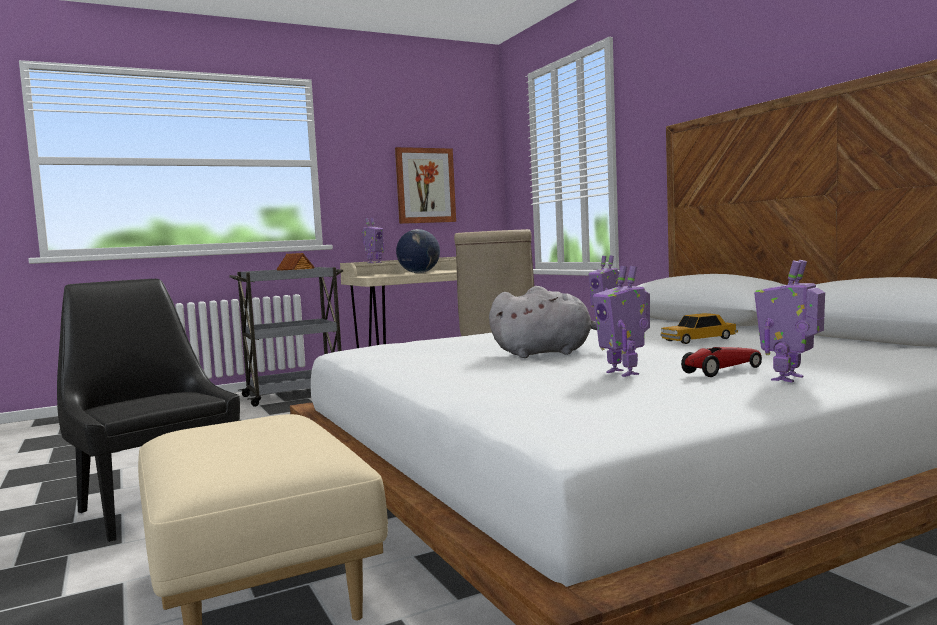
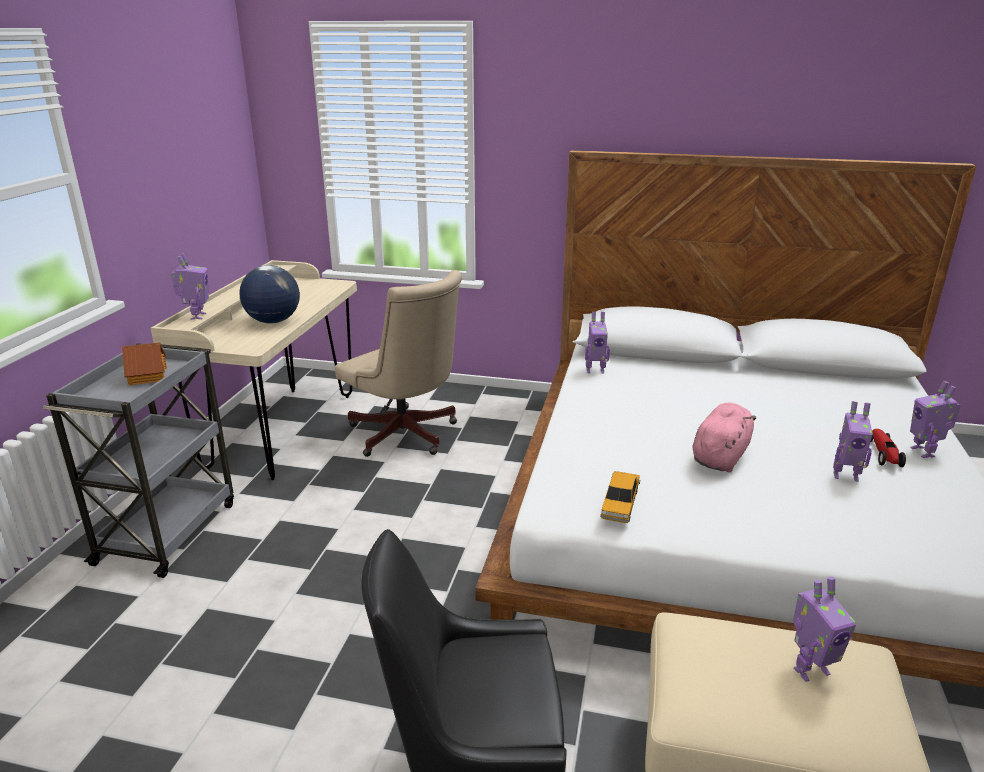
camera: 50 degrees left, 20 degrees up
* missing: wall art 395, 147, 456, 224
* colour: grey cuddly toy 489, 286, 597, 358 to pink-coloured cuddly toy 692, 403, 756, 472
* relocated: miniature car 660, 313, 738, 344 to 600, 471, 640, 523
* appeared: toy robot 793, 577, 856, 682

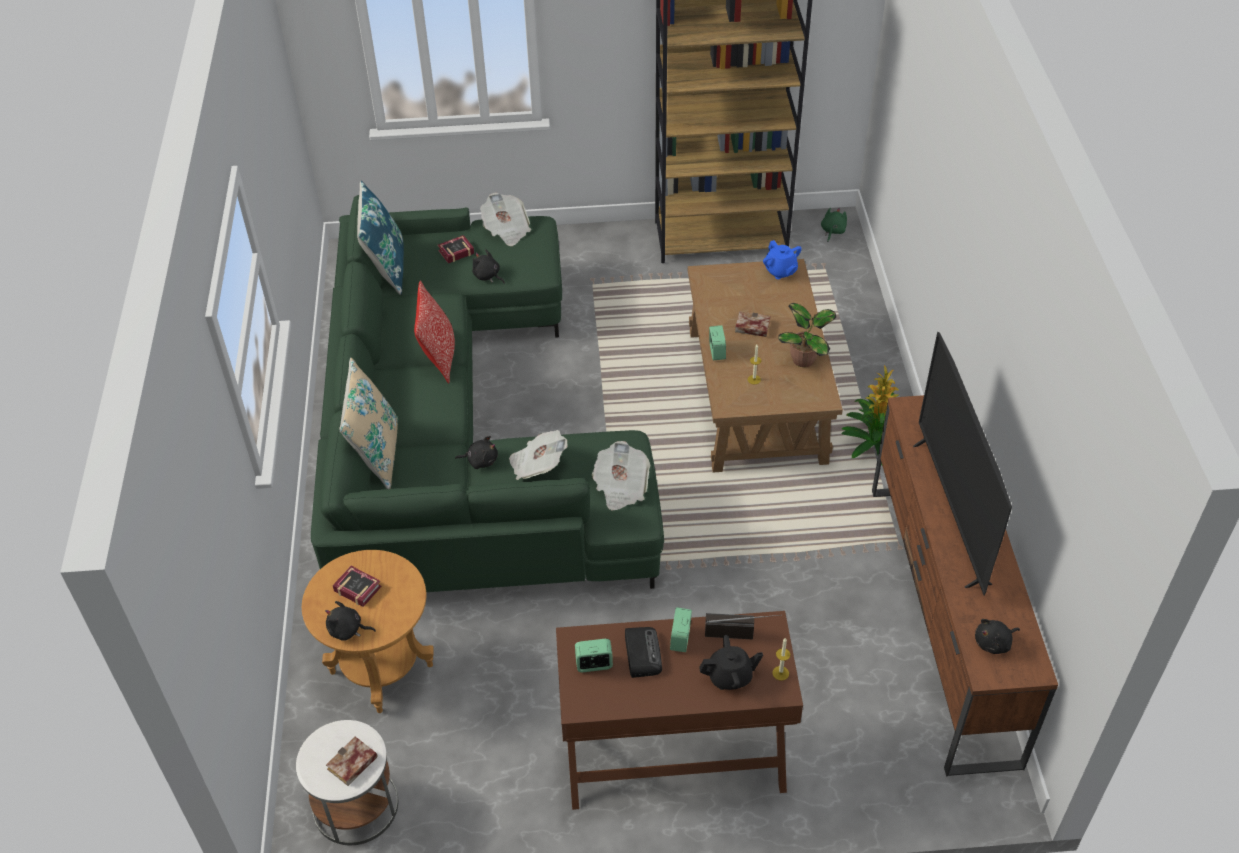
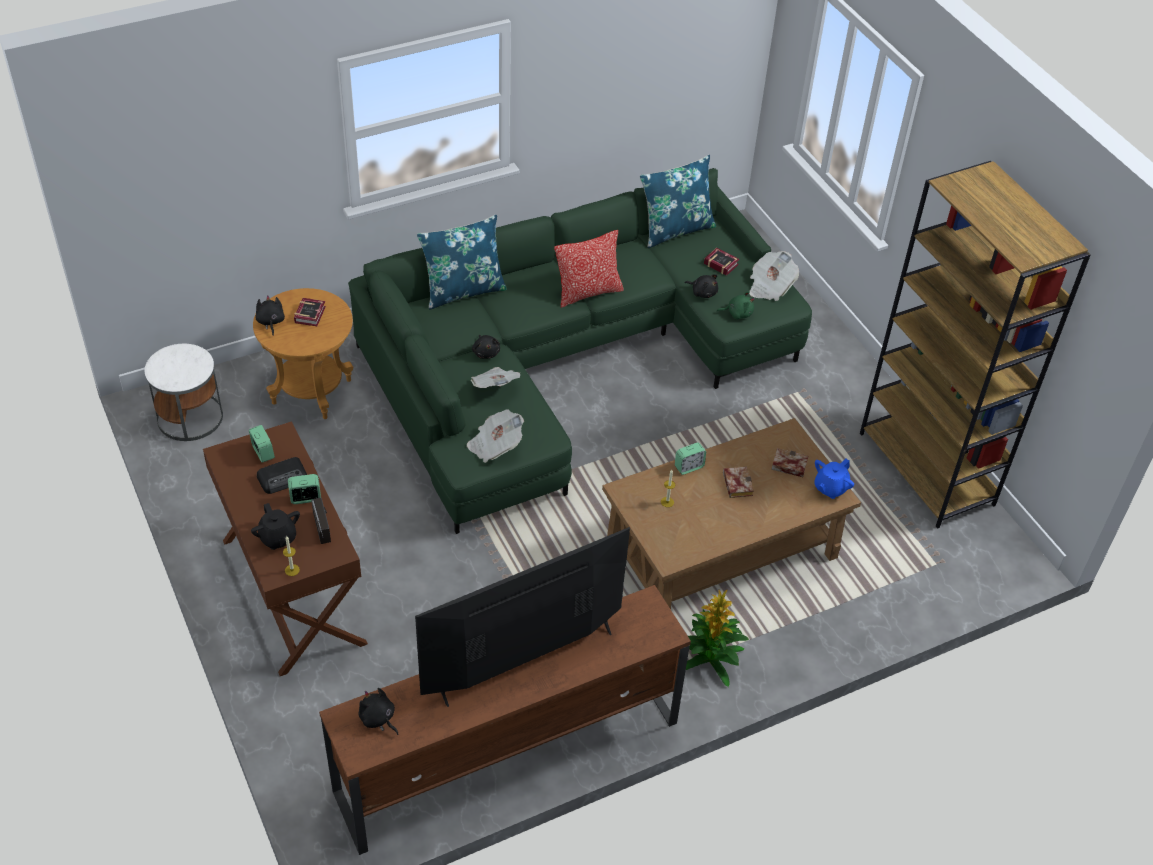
camera: 65 degrees right, 0 degrees up
* relocated: greenish cuddly toy 821, 208, 847, 242 to 717, 291, 755, 319
* spun: black cuddly toy 472, 250, 505, 284 = 685, 274, 718, 298 105 degrees clockwise
* missing: houseplant 778, 303, 836, 367
* colour: sand-coloured cushion 339, 358, 398, 489 to bluish cushion 417, 215, 507, 310
* relocated: book 326, 737, 377, 786 to 771, 448, 808, 477

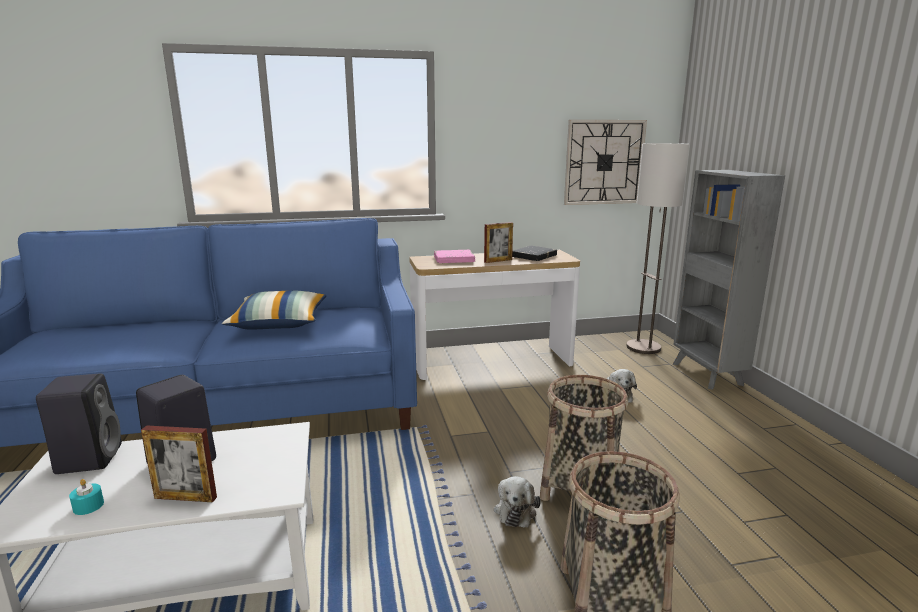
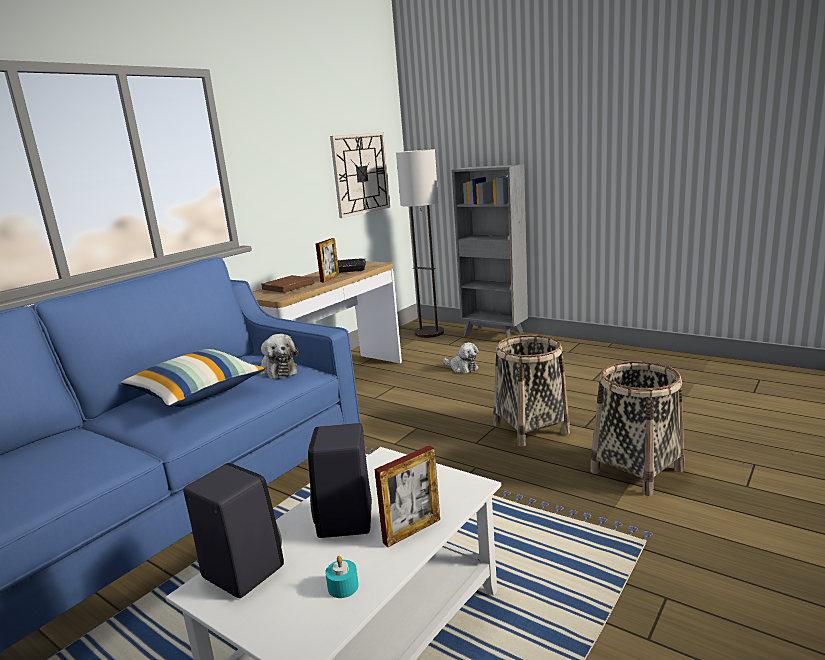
camera: 40 degrees left, 0 degrees up
* colour: pink-coloured book 434, 250, 475, 263 to brownish book 261, 275, 315, 293
* relocated: cuddly toy 494, 476, 541, 528 to 260, 334, 300, 379

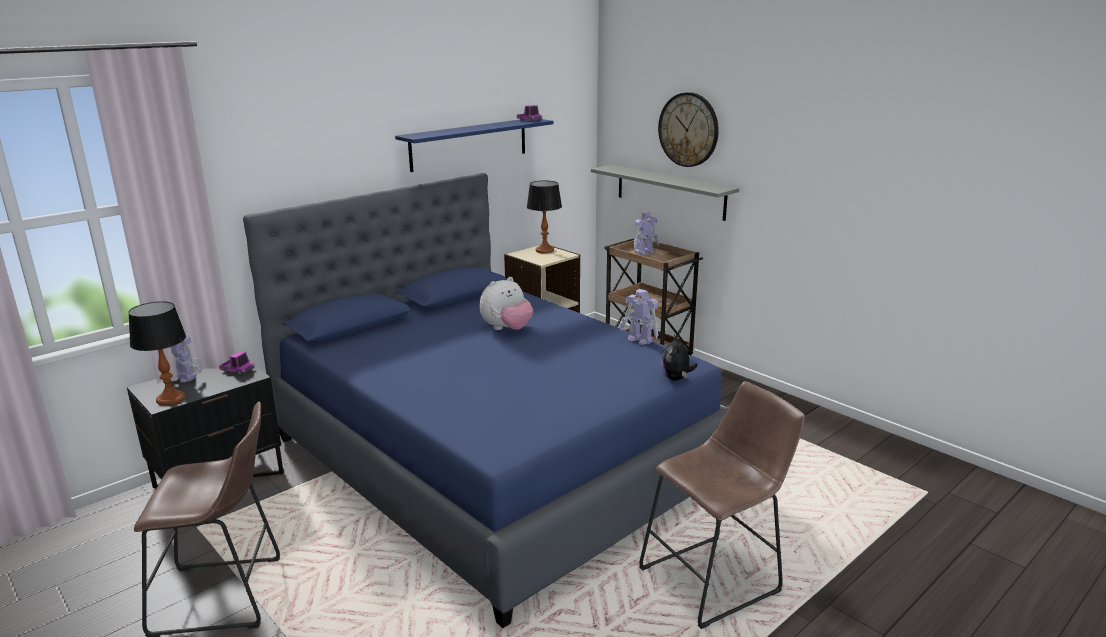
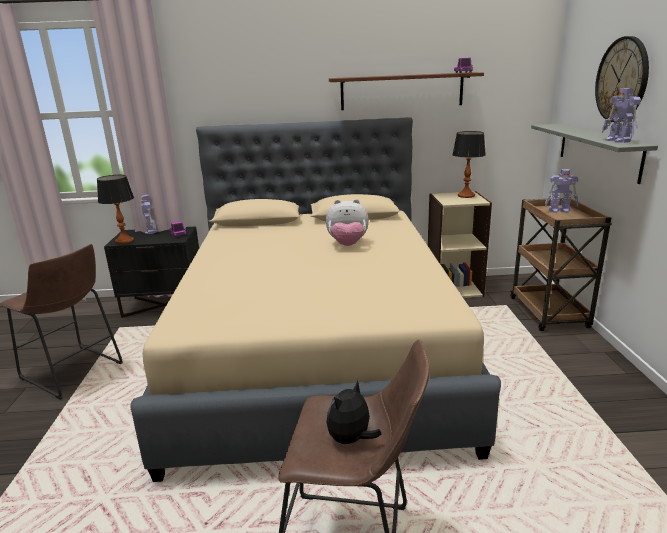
camera: 40 degrees right, 0 degrees up
* colour: bluish shelf 395, 119, 553, 172 to brownish shelf 329, 72, 484, 110
* colour: bluish sleeping bed 243, 173, 729, 628 to sand-coloured sleeping bed 130, 117, 501, 482
* relocated: toy robot 620, 289, 659, 345 to 602, 88, 641, 143
* relocated: cuddly toy 661, 334, 697, 381 to 326, 380, 382, 444

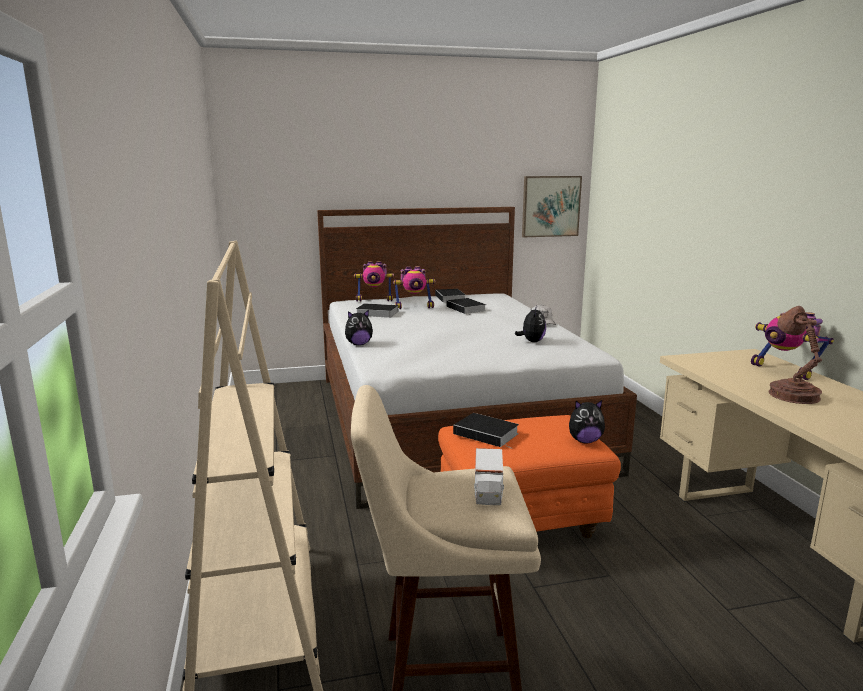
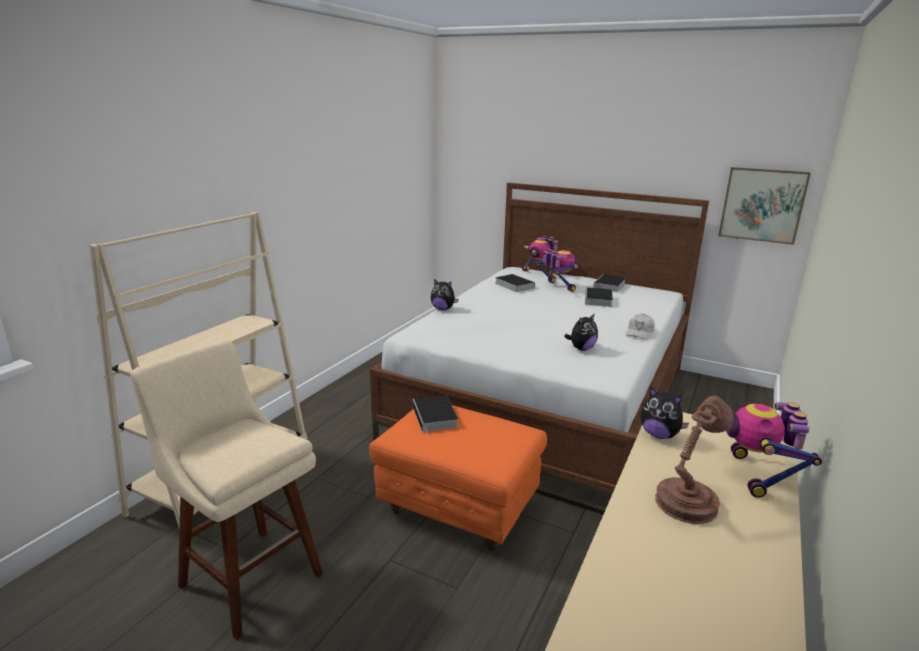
camera: 40 degrees right, 5 degrees up
* spun: toy robot 393, 266, 435, 309 = 534, 249, 578, 292 150 degrees counterclockwise
* relocated: cuddly toy 569, 400, 605, 443 to 640, 386, 689, 439
* missing: toy lorry 474, 448, 504, 505

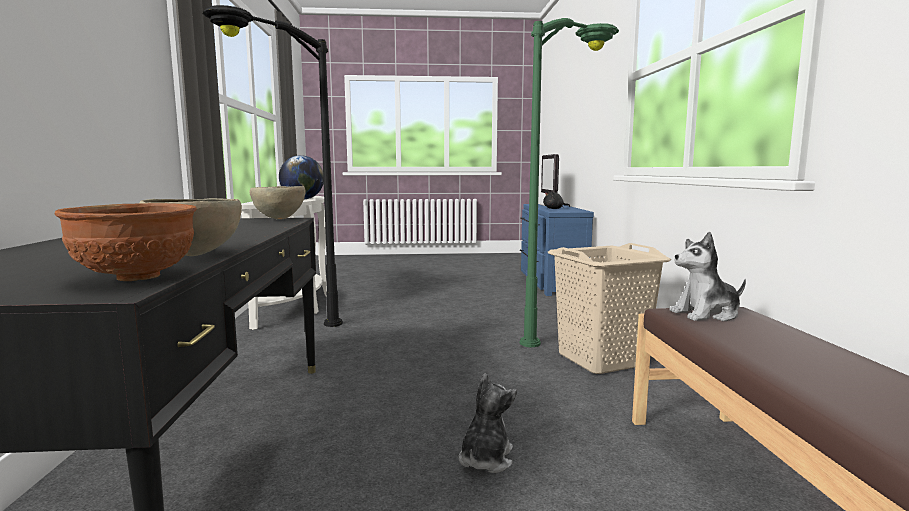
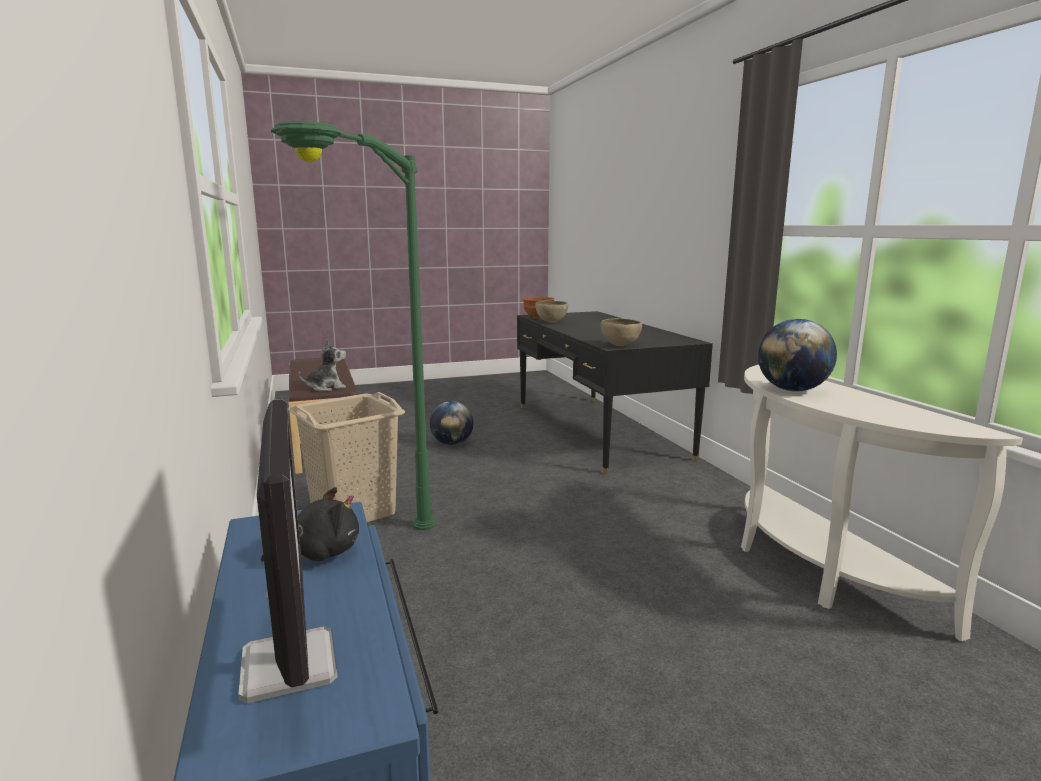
camera: 165 degrees right, 5 degrees up
* missing: black floor lamp 203, 5, 343, 327
* exchanged: cuddly toy 459, 373, 517, 473 to globe 430, 401, 474, 445

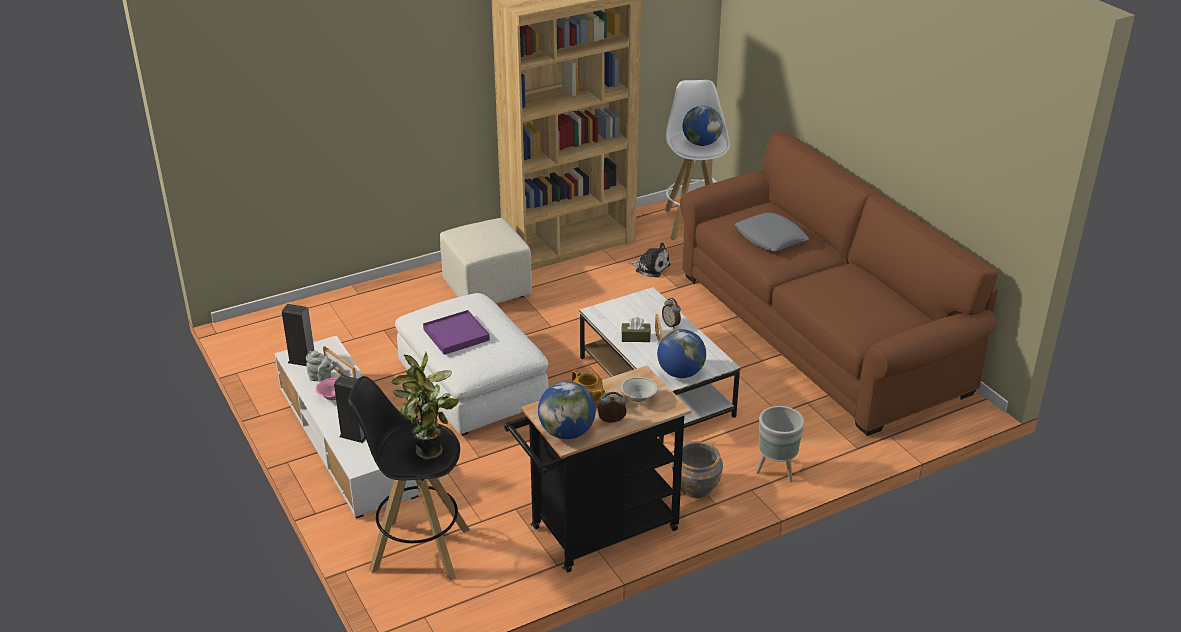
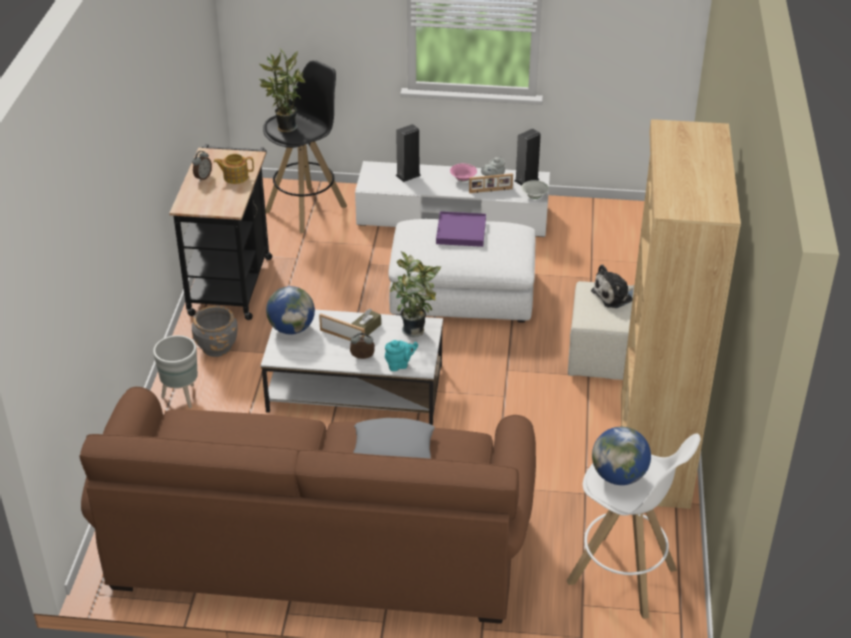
camera: 125 degrees right, 5 degrees up
* relocated: cuddly toy 628, 243, 670, 277 to 591, 264, 634, 308
* relocated: whitish bowl 621, 377, 658, 402 to 521, 180, 549, 199
* missing: globe 538, 381, 596, 439
* appeared: houseplant 390, 251, 441, 337
* appeared: turquoise-coloured teapot 385, 340, 418, 371

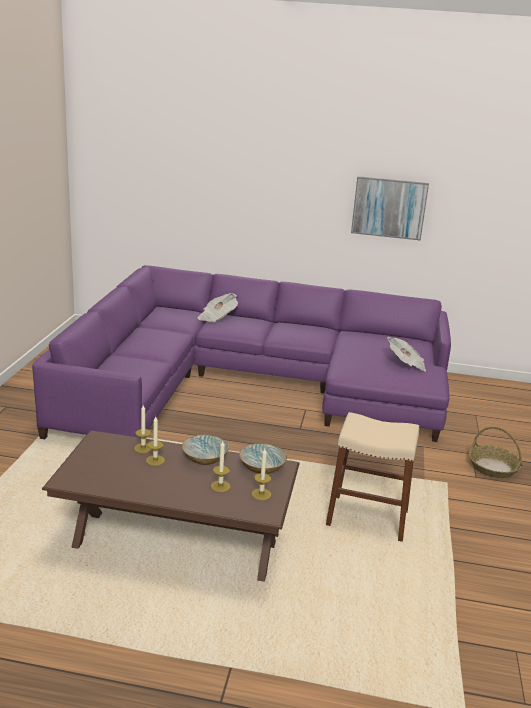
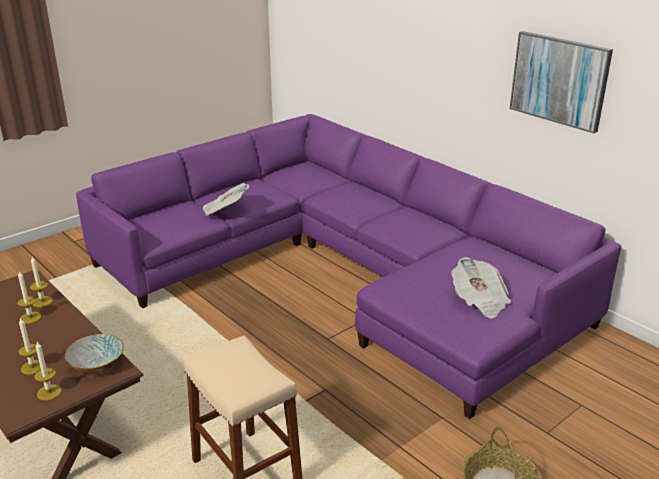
camera: 40 degrees right, 5 degrees up
* relocated: daily paper 197, 293, 238, 322 to 203, 183, 249, 216
* missing: bowl 182, 435, 229, 465

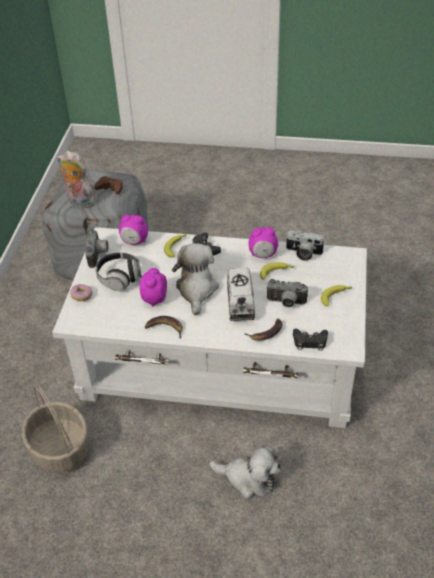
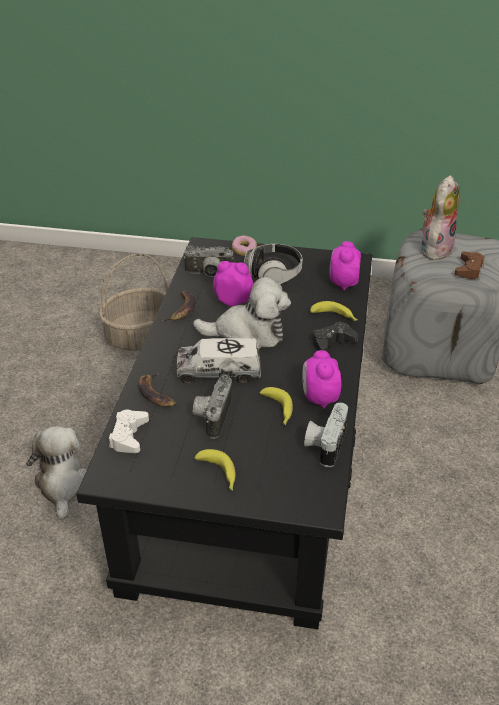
camera: 90 degrees right, 5 degrees down
* colour: whitish coffee table 52, 227, 367, 428 to black coffee table 76, 237, 372, 629
* relocated: photo camera 85, 230, 108, 268 to 183, 245, 234, 277
* colour: black joypad 293, 329, 328, 351 to whitish joypad 109, 410, 149, 453
* spun: cuddly toy 209, 445, 280, 499 = 26, 426, 87, 520 150 degrees clockwise

